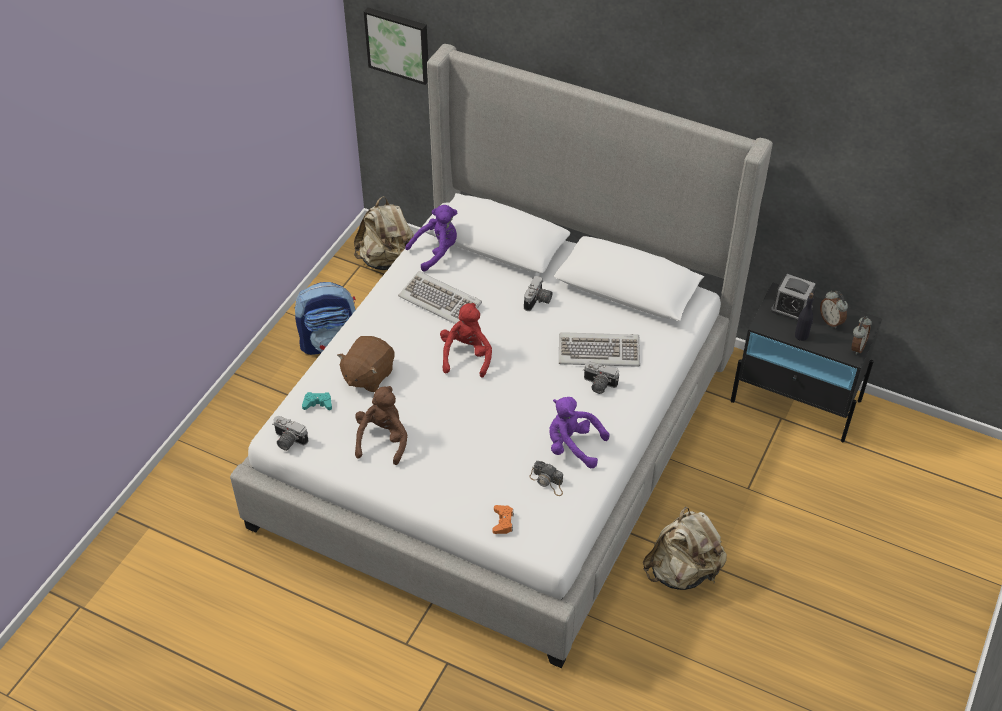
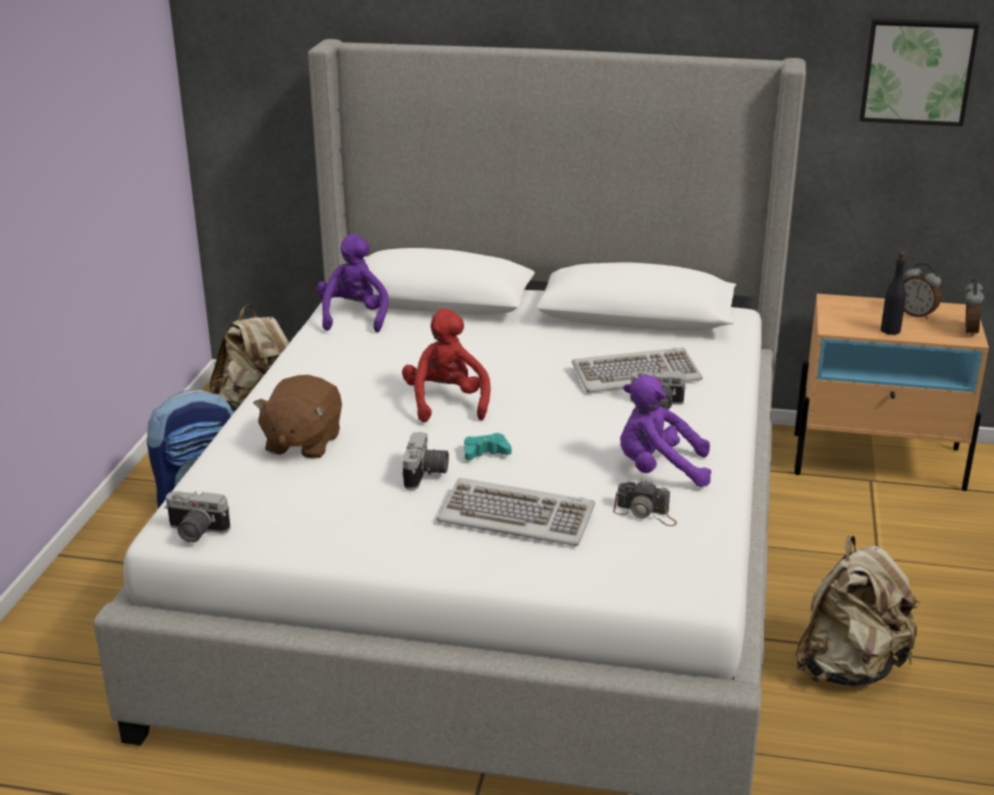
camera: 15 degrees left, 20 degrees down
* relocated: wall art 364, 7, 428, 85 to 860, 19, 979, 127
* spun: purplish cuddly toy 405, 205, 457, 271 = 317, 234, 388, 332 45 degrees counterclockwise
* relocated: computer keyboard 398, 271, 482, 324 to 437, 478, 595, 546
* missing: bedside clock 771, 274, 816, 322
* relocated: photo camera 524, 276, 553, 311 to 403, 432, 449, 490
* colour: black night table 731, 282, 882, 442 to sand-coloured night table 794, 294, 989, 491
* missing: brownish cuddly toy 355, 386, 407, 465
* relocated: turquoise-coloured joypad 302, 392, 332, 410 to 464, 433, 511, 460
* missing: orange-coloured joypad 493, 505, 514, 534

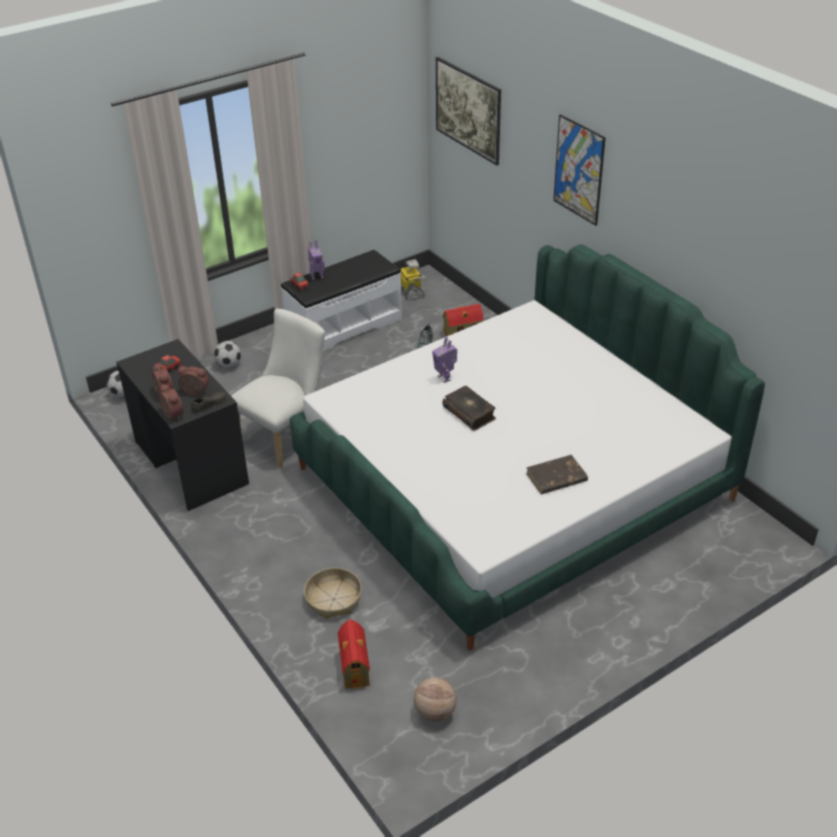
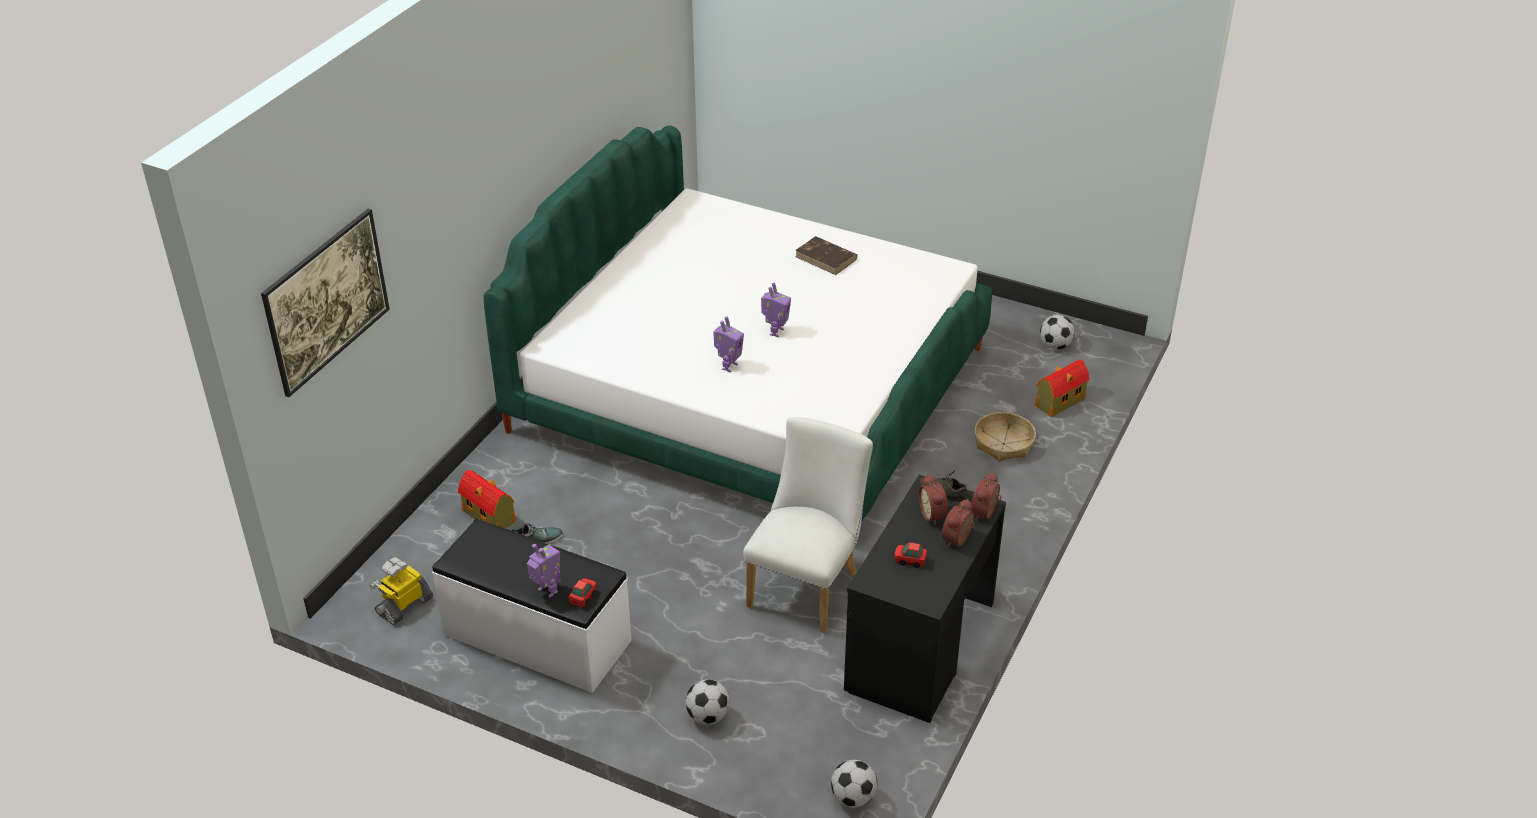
camera: 120 degrees left, 0 degrees up
* missing: wall art 553, 114, 606, 226
* spun: whitish chair 231, 309, 325, 468 = 743, 417, 873, 633 105 degrees clockwise
* exchanged: book 442, 386, 496, 431 to toy robot 761, 283, 791, 337
* exchanged: basketball 414, 677, 457, 722 to football ball 1040, 315, 1075, 350

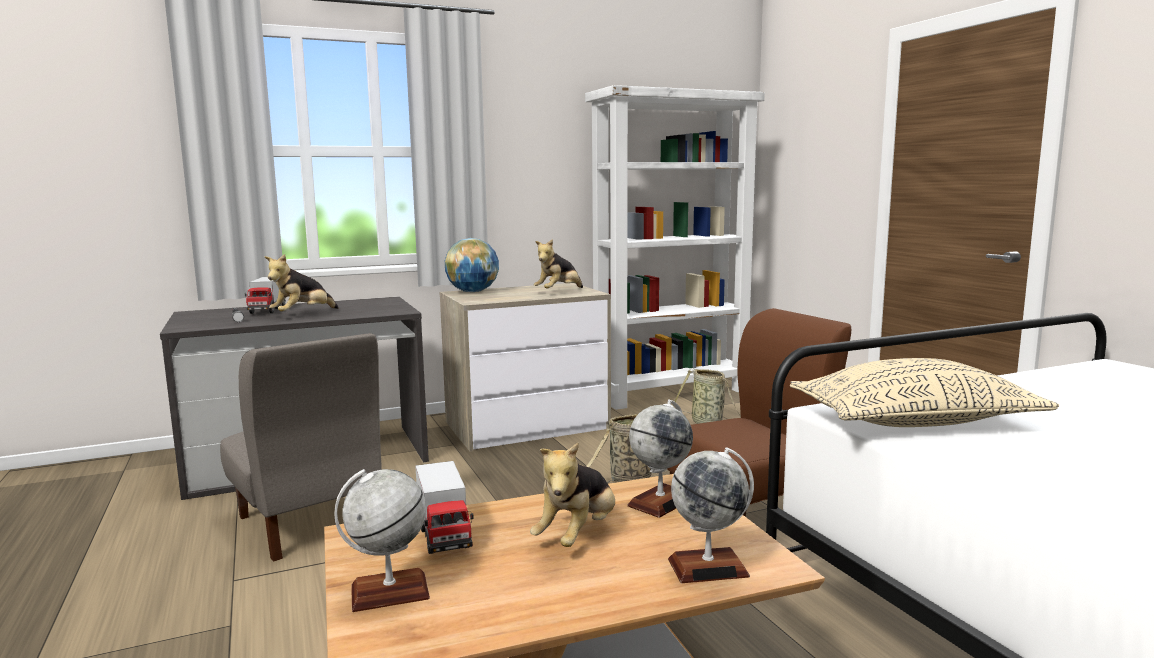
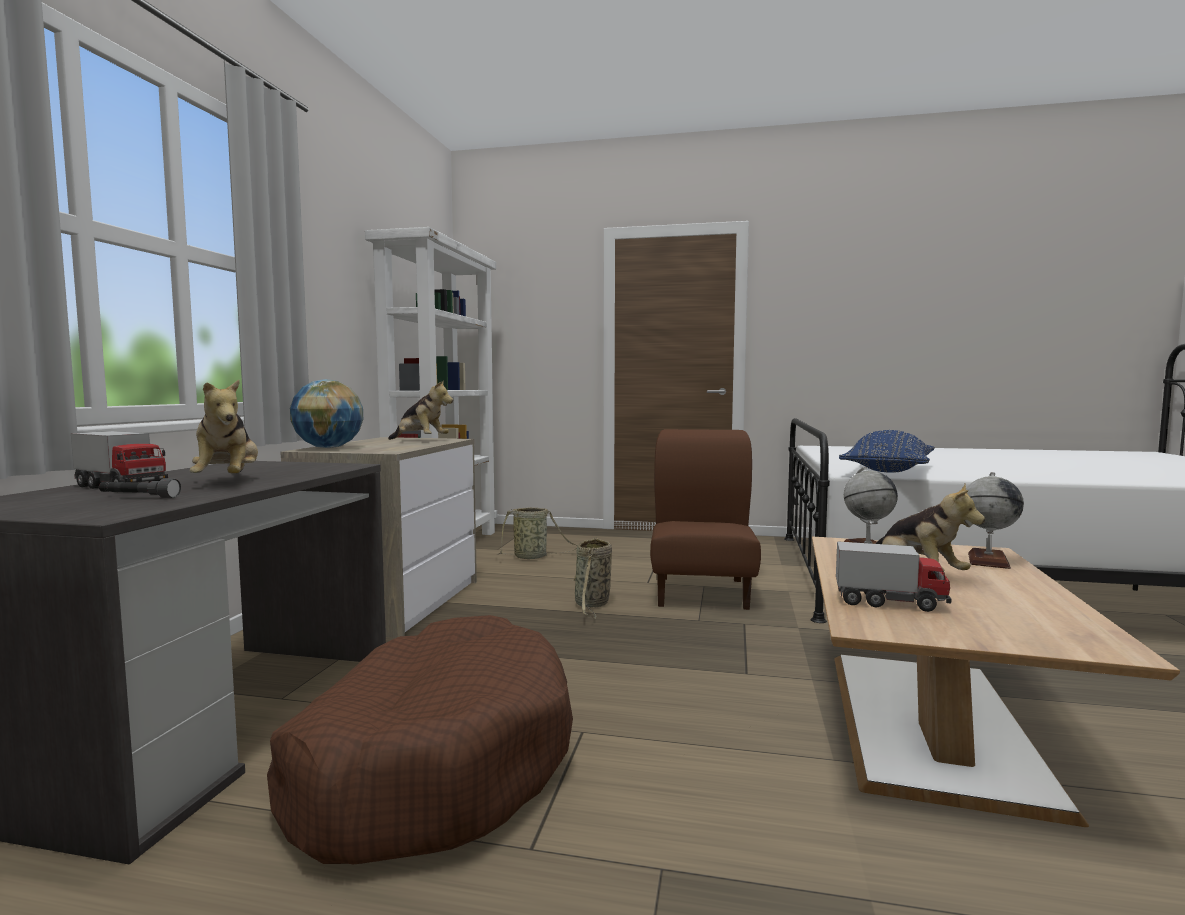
camera: 55 degrees left, 5 degrees down
* spun: cuddly toy 534, 239, 583, 288 = 388, 382, 453, 440 45 degrees counterclockwise
* exchanged: grey chair 220, 333, 382, 562 to brownish dog cushion 267, 615, 573, 864
* colour: sand-coloured cushion 790, 358, 1059, 427 to bluish cushion 839, 430, 935, 473
* missing: globe 334, 469, 430, 612

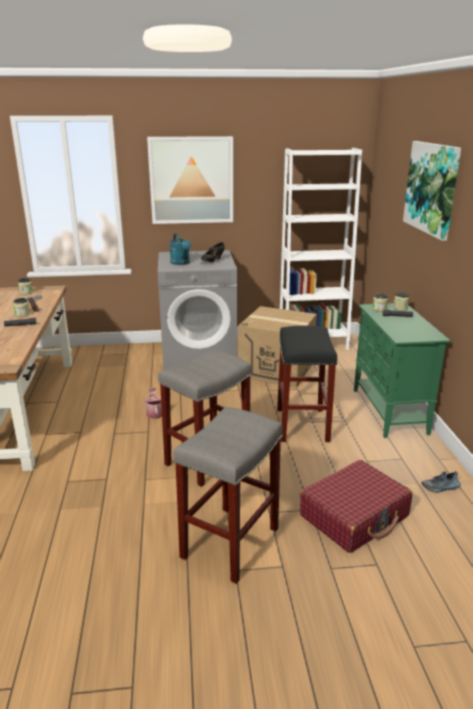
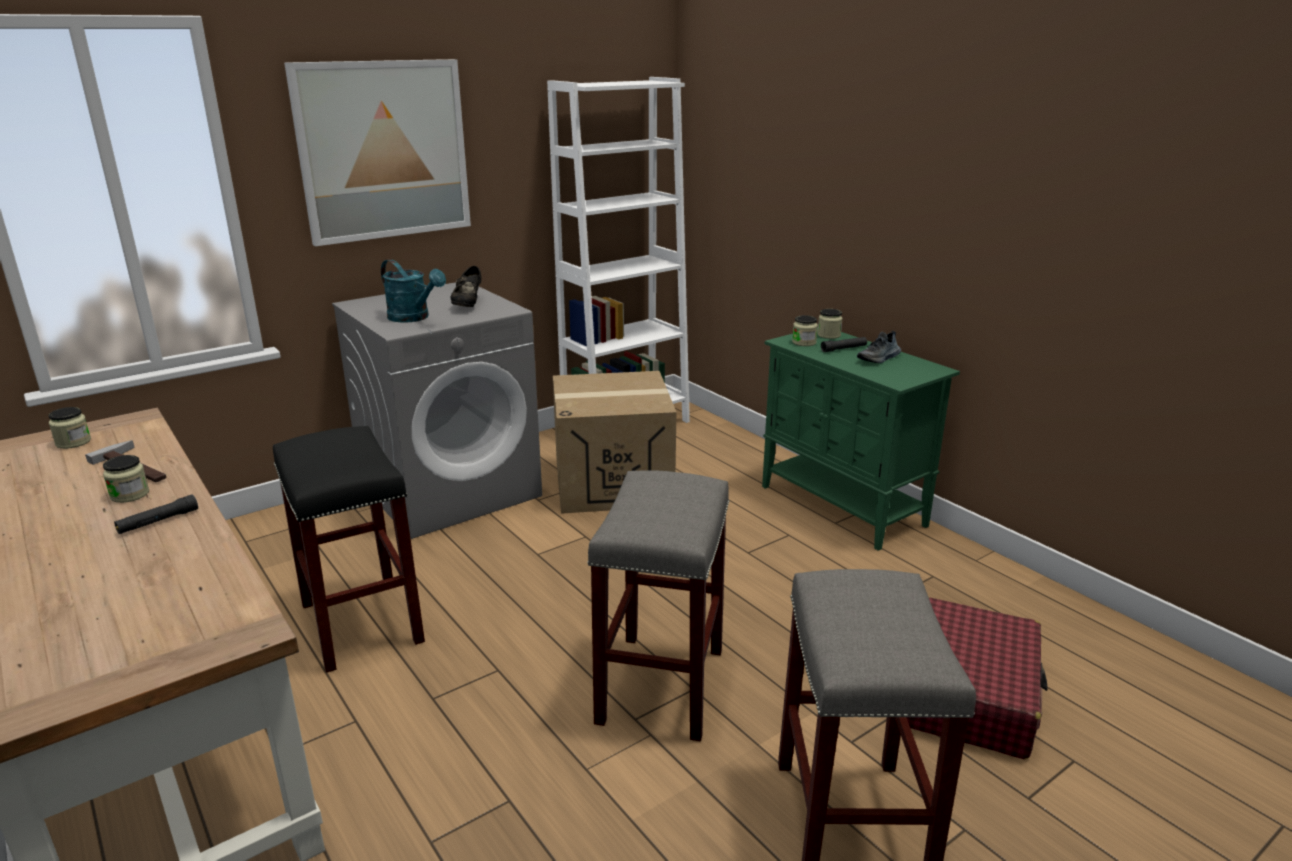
camera: 30 degrees left, 0 degrees up
* missing: wall art 403, 141, 461, 241
* relocated: black stool 277, 326, 337, 442 to 273, 426, 425, 673
* missing: sprinkling can 145, 388, 162, 419
* relocated: item of footwear 421, 471, 461, 493 to 857, 330, 901, 363

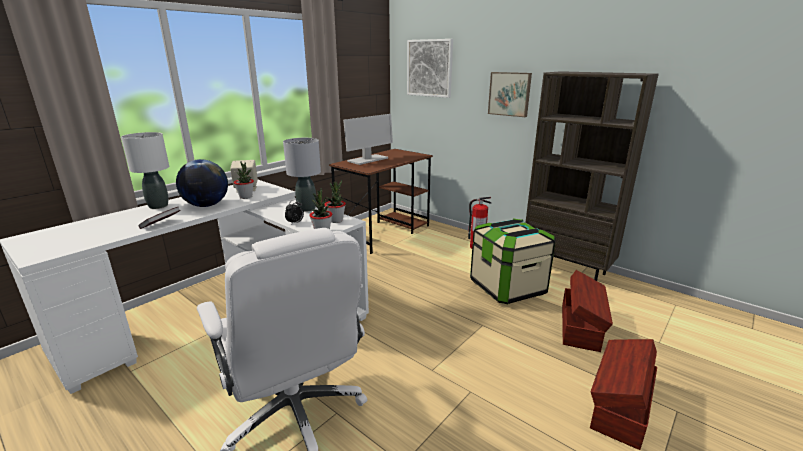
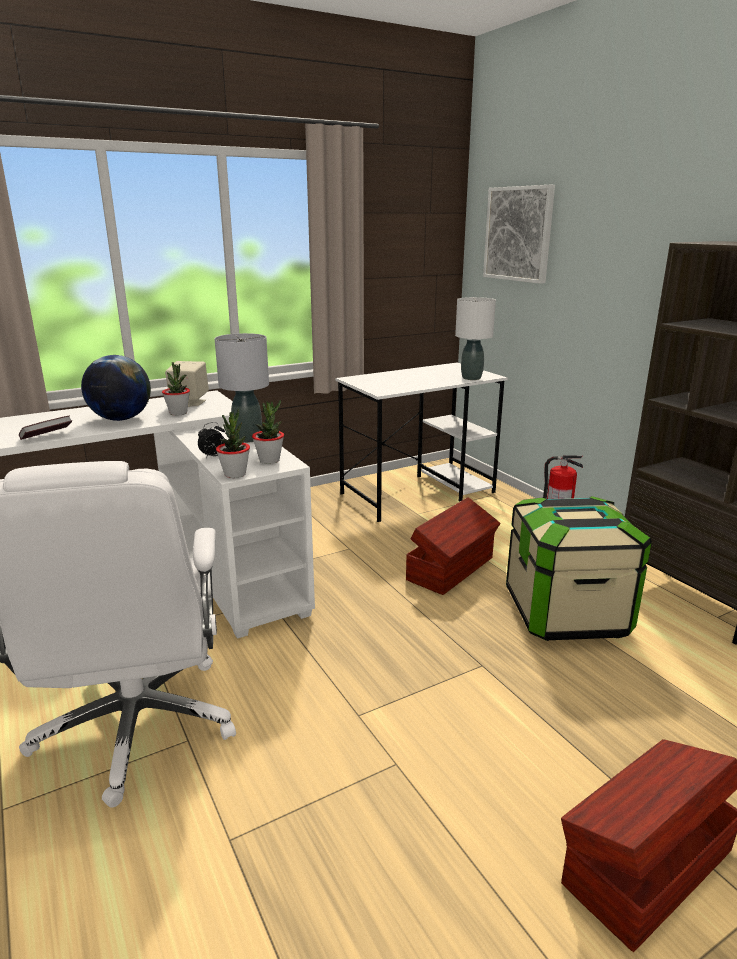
camera: 20 degrees right, 0 degrees up
* missing: wall art 488, 72, 532, 117
* missing: computer screen 343, 114, 393, 165
* relocated: whitish lamp for a table 121, 132, 169, 209 to 455, 297, 496, 380
* colour: brownish desk 329, 149, 433, 254 to whitish desk 335, 362, 508, 522
* relocated: brownish storage bin 562, 270, 613, 352 to 406, 497, 500, 595

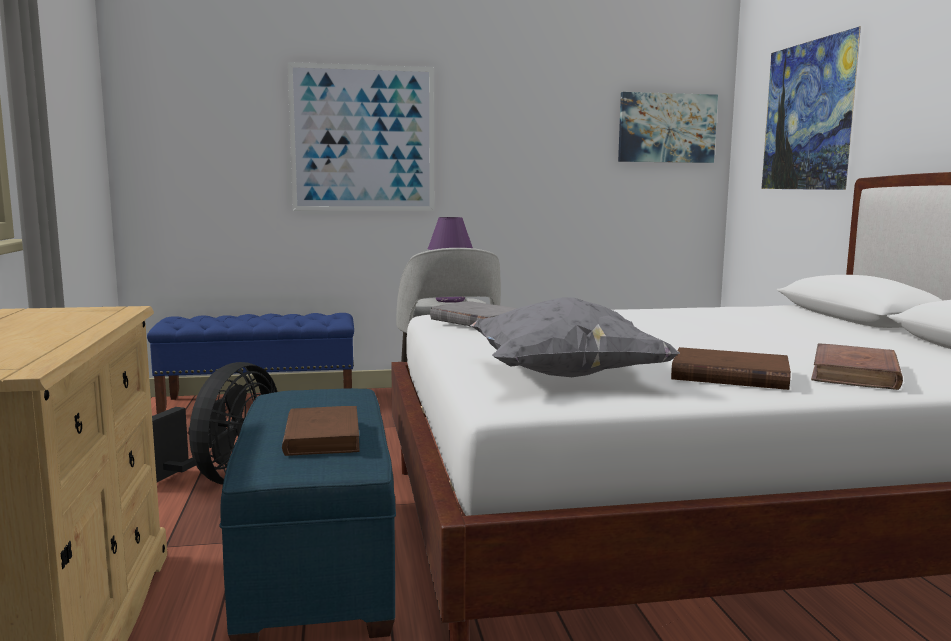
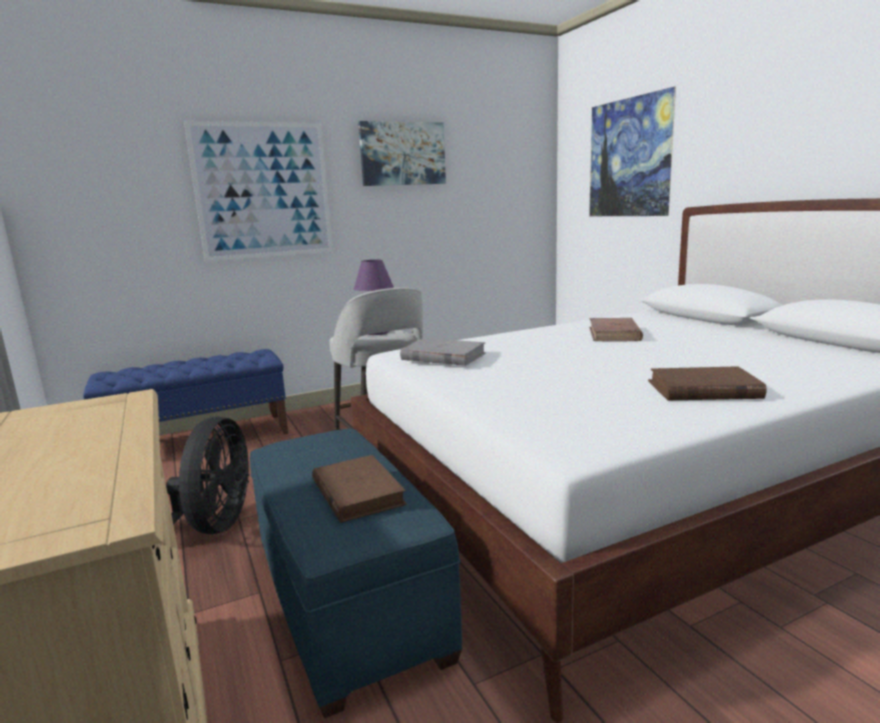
camera: 15 degrees left, 5 degrees up
* relocated: wall art 618, 92, 718, 163 to 358, 121, 446, 186
* missing: grey cushion 470, 297, 680, 377
* relocated: brownish book 811, 343, 903, 390 to 589, 318, 643, 342

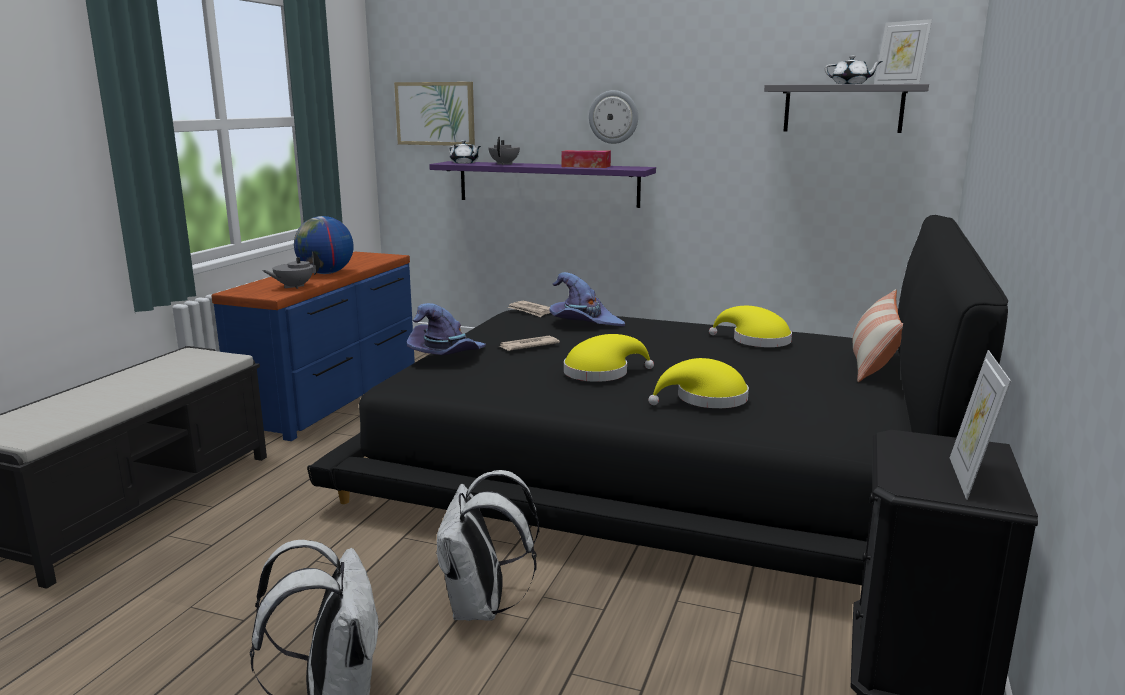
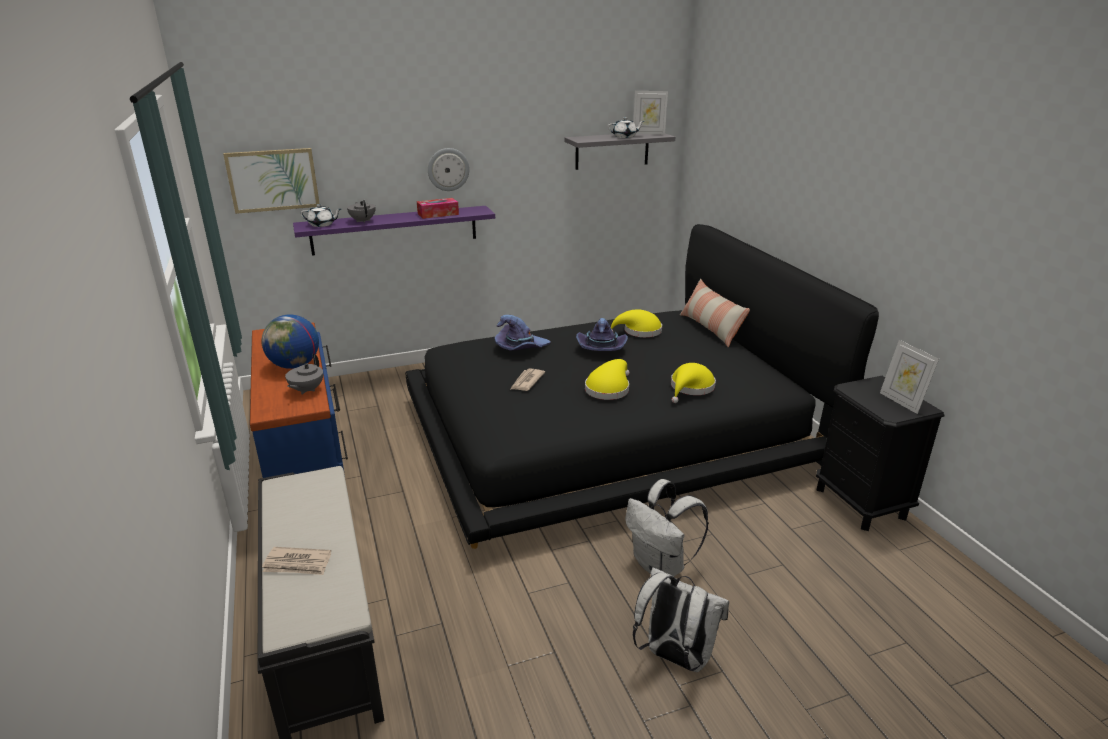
camera: 40 degrees left, 10 degrees up
* relocated: daily paper 507, 300, 550, 317 to 262, 547, 331, 575
* relocated: purplish wearable hat 407, 303, 486, 355 to 576, 318, 628, 351

